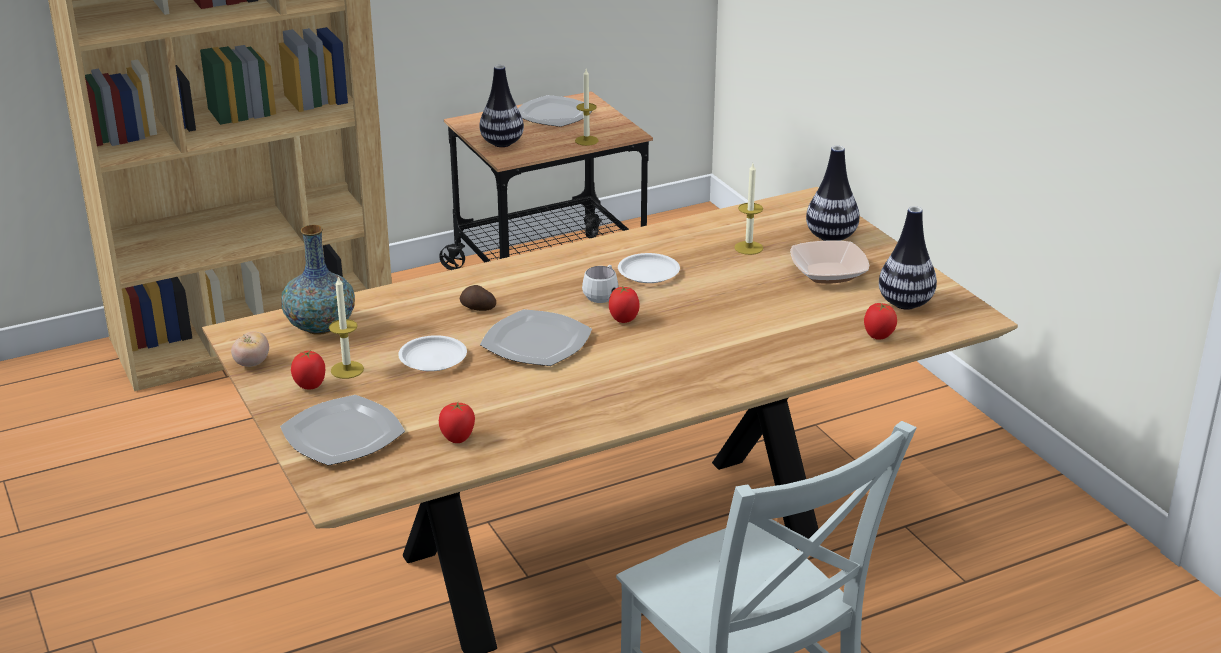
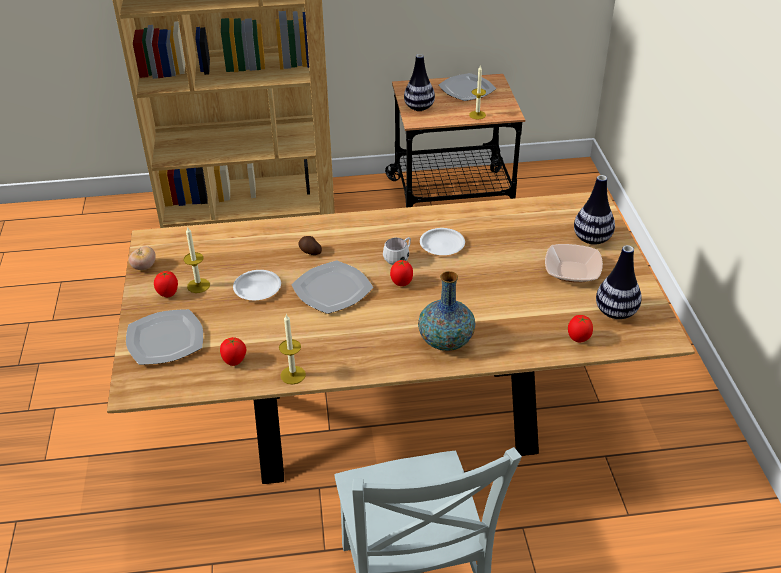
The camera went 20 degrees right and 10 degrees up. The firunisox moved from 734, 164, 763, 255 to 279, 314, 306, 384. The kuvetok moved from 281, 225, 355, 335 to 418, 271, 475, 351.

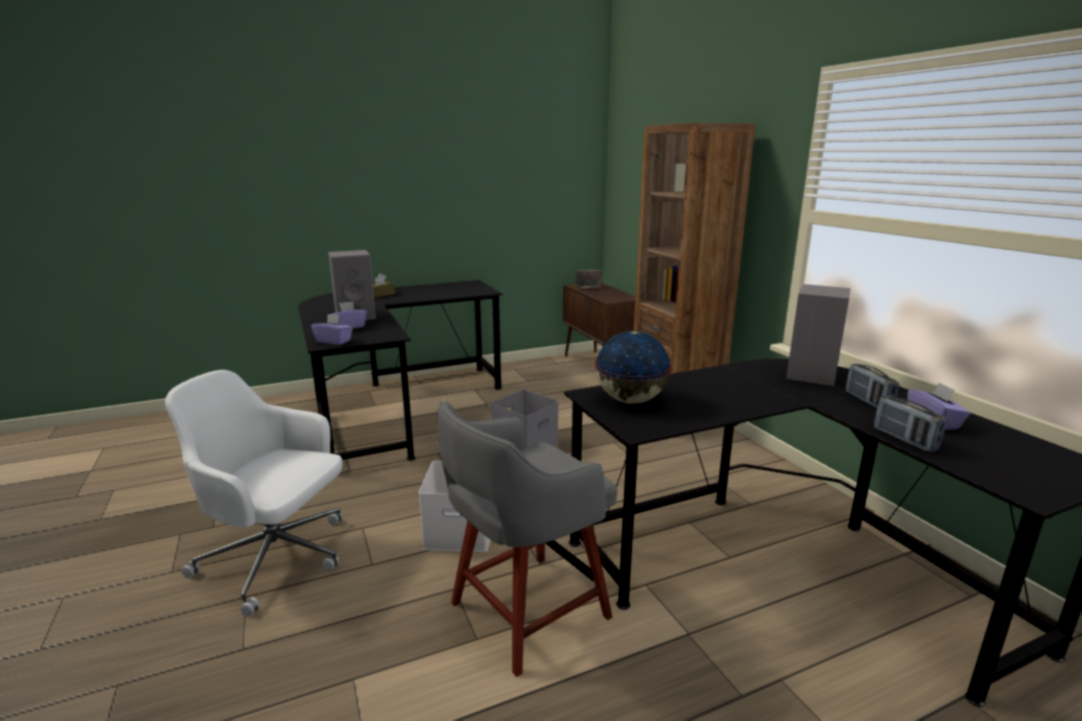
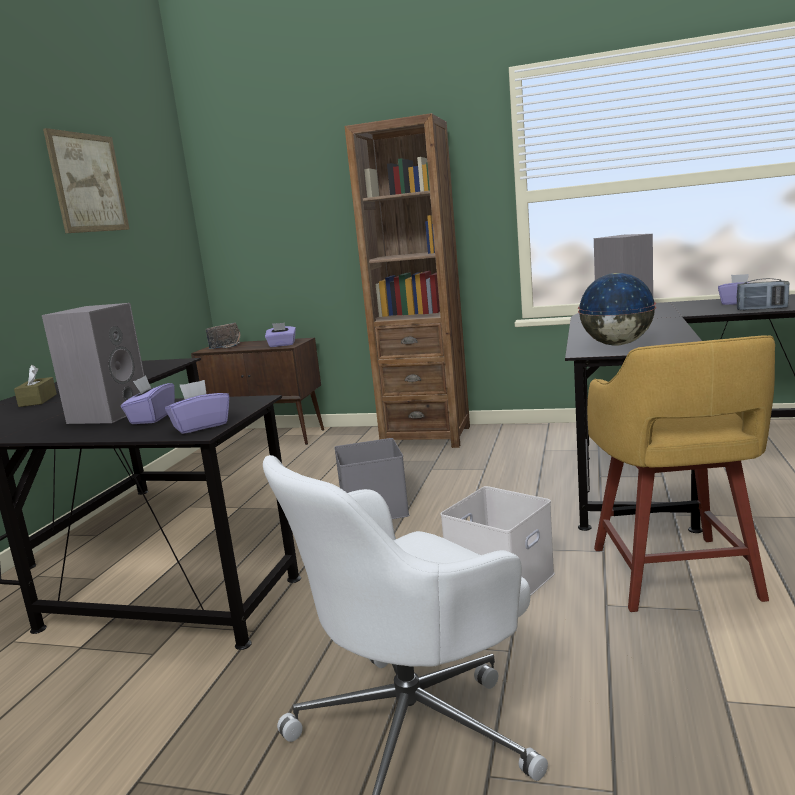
The camera went 50 degrees left and 5 degrees down. The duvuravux at 43, 128, 129, 233 appeared. The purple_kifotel at 265, 323, 296, 347 appeared. The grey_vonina at 437, 401, 617, 677 became the yellow_vonina at 587, 335, 775, 612. The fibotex at 846, 364, 899, 408 disappeared.

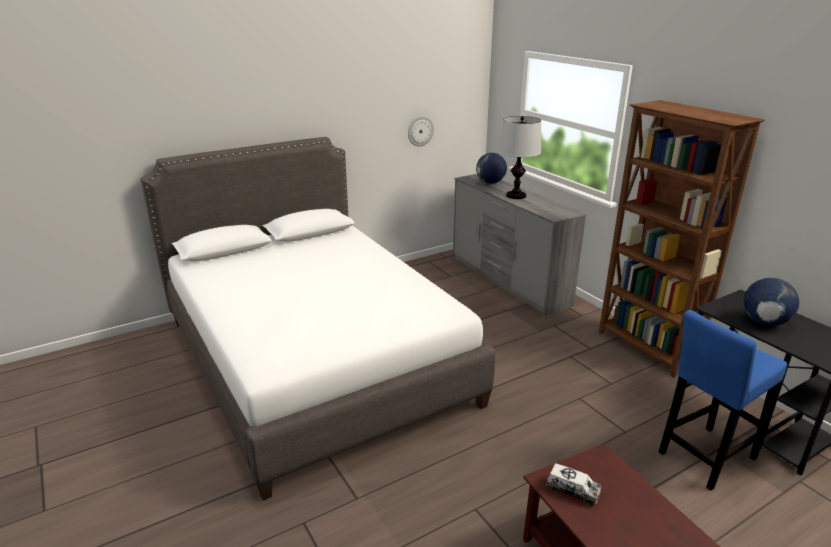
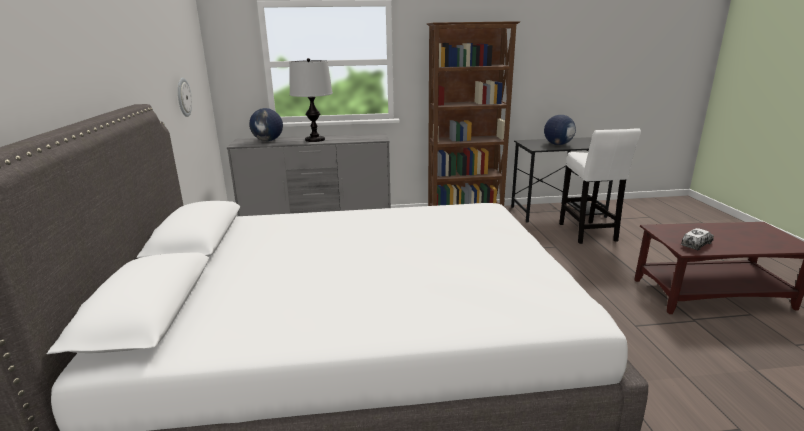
The camera went 65 degrees left and 5 degrees down. The blue_vonina at 659, 310, 787, 490 became the white_vonina at 559, 128, 641, 244.

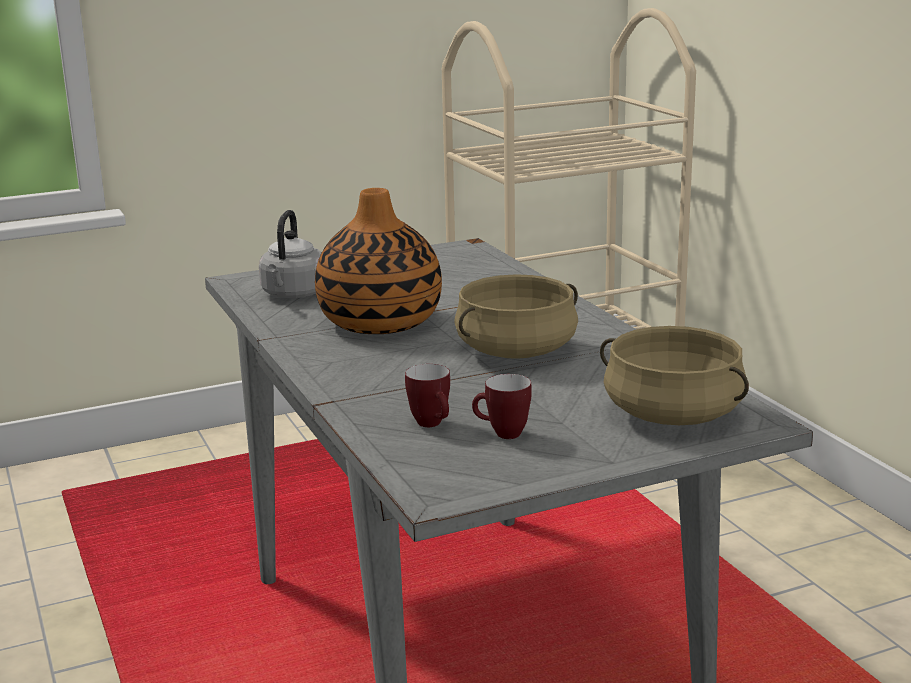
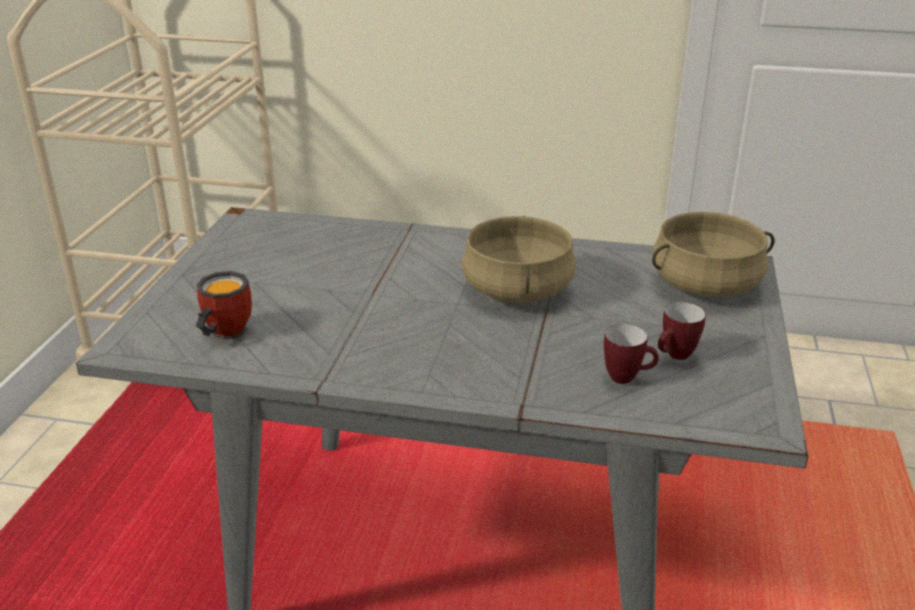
The camera went 55 degrees left and 10 degrees up. The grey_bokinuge at 259, 210, 322, 298 was replaced by the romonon at 196, 271, 252, 340. The kuvetok at 315, 188, 442, 334 disappeared.

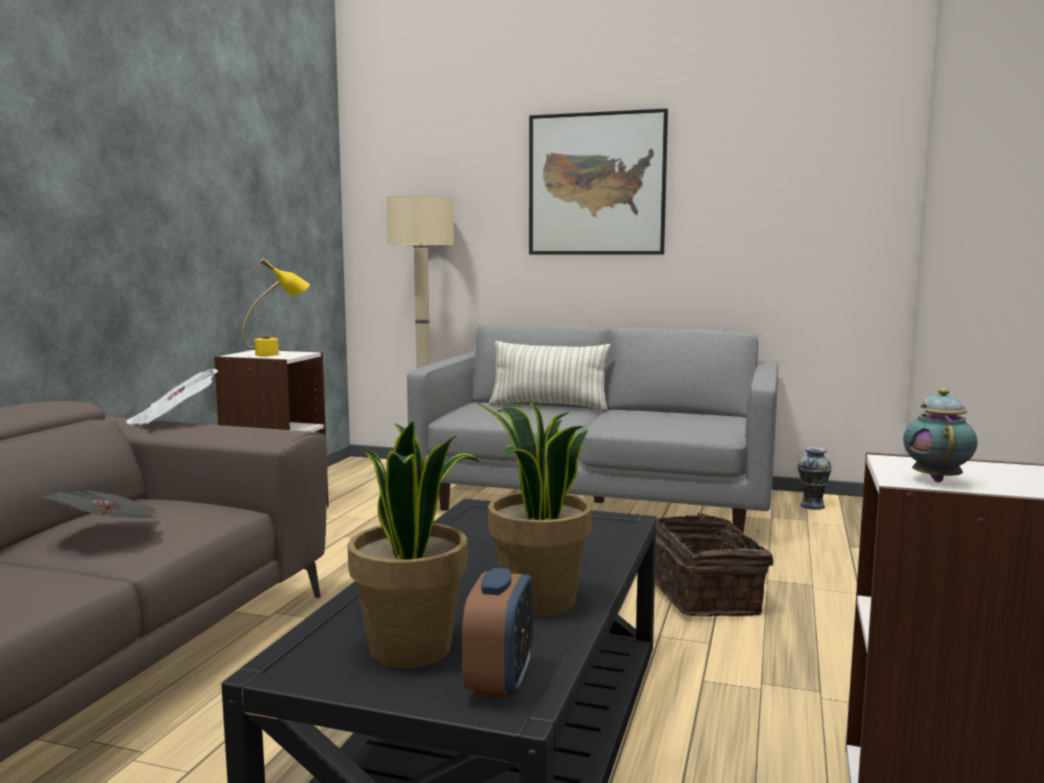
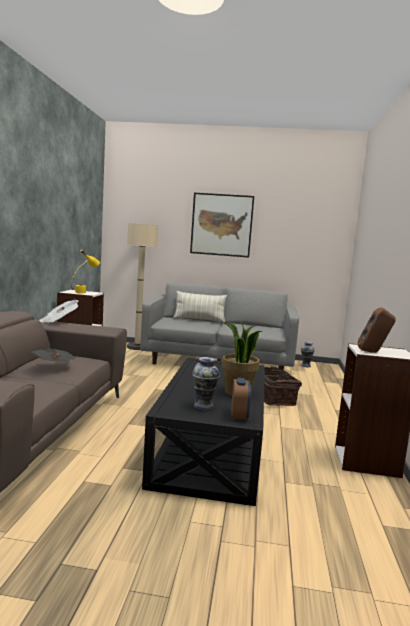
The camera went 10 degrees left and 0 degrees up. The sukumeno at 348, 421, 480, 668 was replaced by the kuvetok at 192, 357, 220, 410. The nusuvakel at 903, 388, 977, 482 was replaced by the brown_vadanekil at 358, 307, 396, 353.

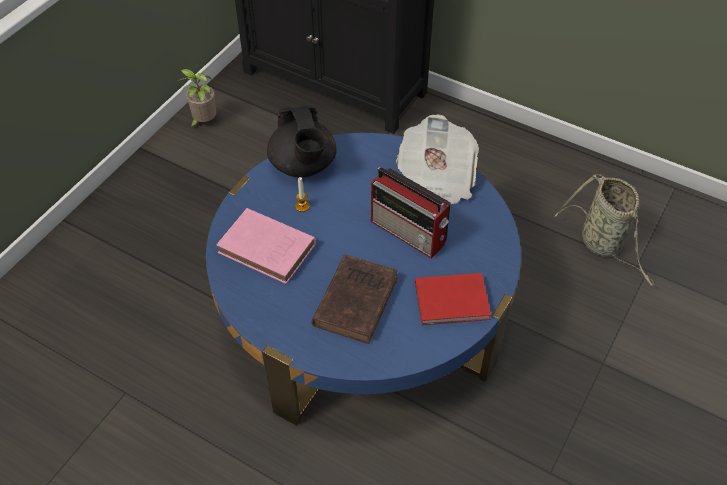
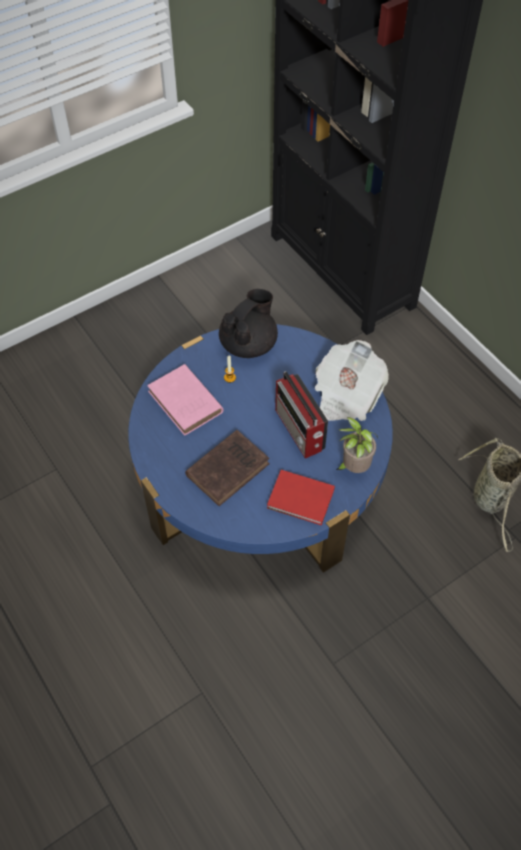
The camera went 25 degrees right and 5 degrees up. The black_nusuvakel at 267, 105, 337, 177 turned 150 degrees counterclockwise. The sukumeno moved from 177, 69, 216, 128 to 336, 417, 378, 473.

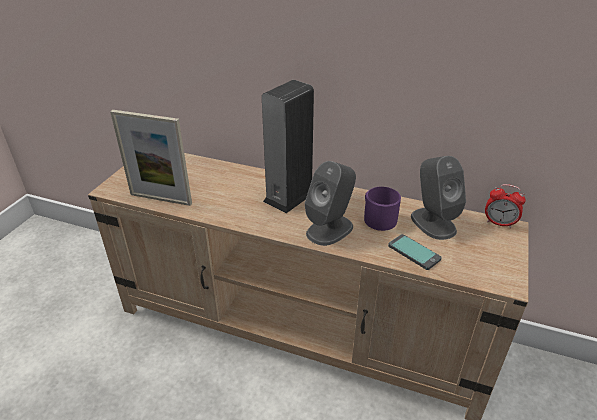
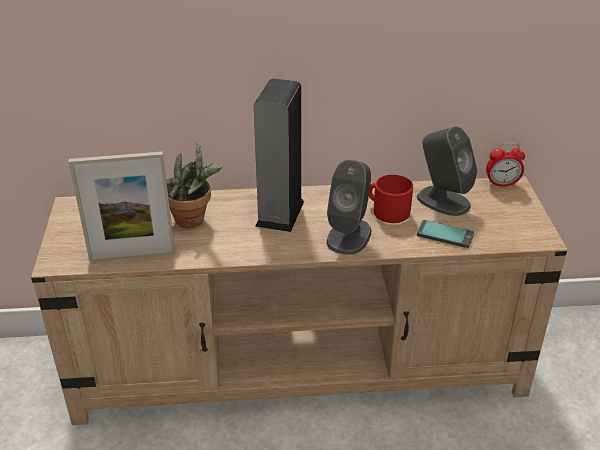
The camera went 25 degrees left and 0 degrees up. The sukumeno at 166, 143, 222, 228 appeared. The purple_romonon at 364, 187, 401, 231 became the red_romonon at 369, 175, 413, 223.

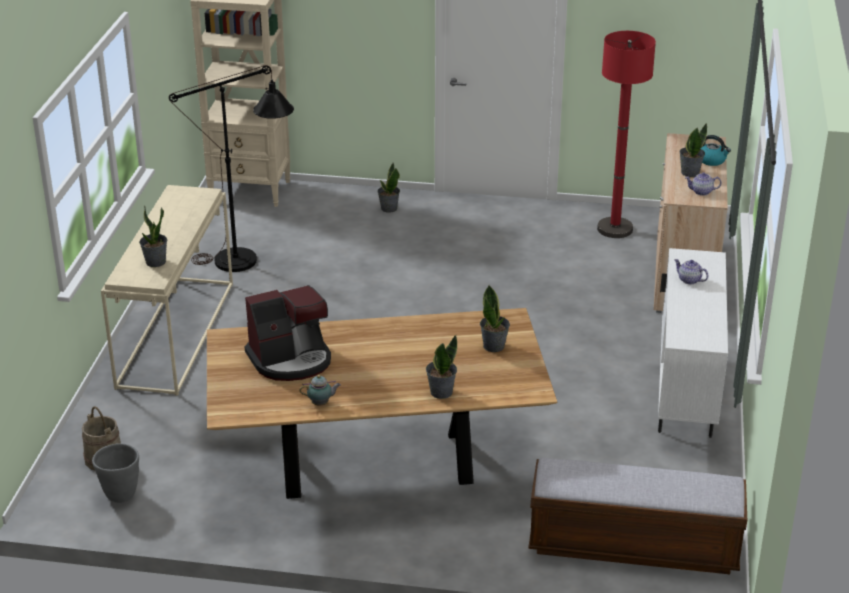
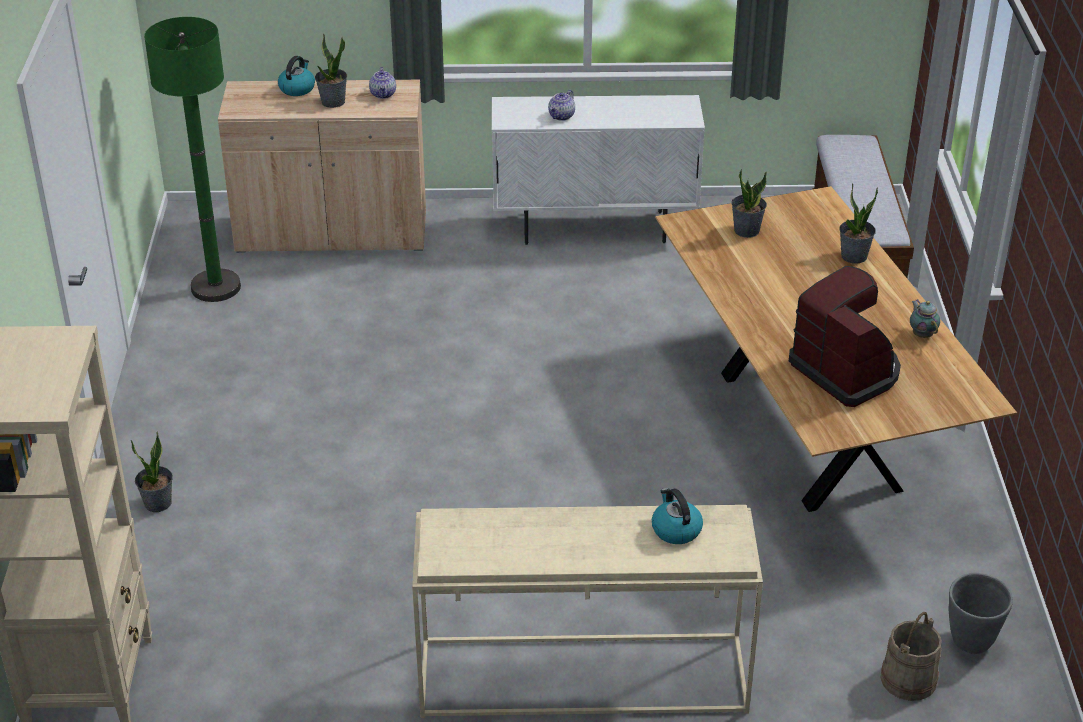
The camera went 100 degrees left and 5 degrees up. The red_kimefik at 597, 31, 656, 238 became the green_kimefik at 144, 17, 241, 302. The sukumeno at 139, 206, 167, 267 was replaced by the bokinuge at 652, 488, 703, 544. The black_kimefik at 169, 65, 294, 272 disappeared.

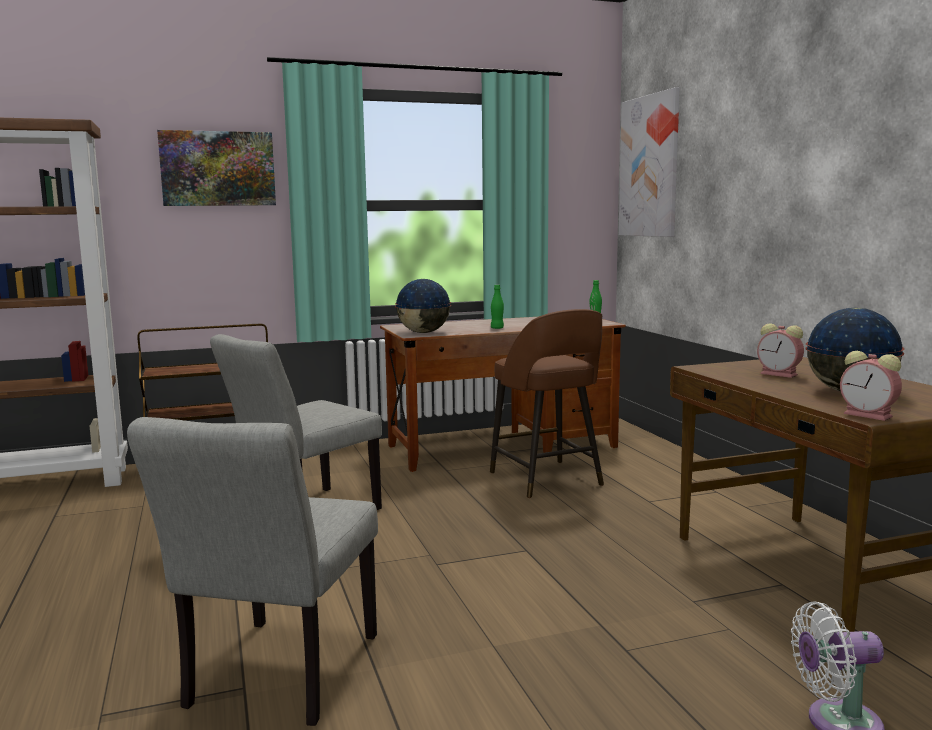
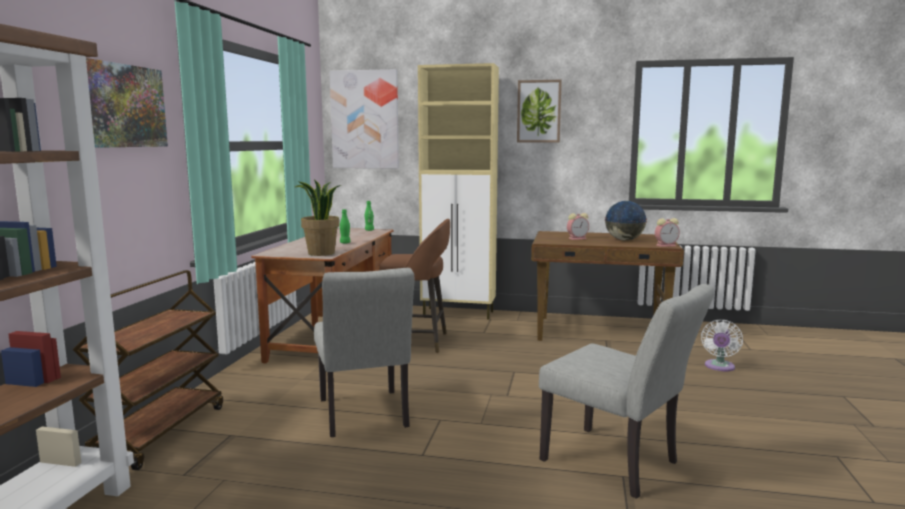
The camera went 60 degrees left and 0 degrees up. The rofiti at 395, 279, 451, 333 was replaced by the sukumeno at 295, 179, 341, 256. The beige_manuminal at 418, 63, 499, 319 appeared. The duvuravux at 517, 80, 562, 143 appeared.

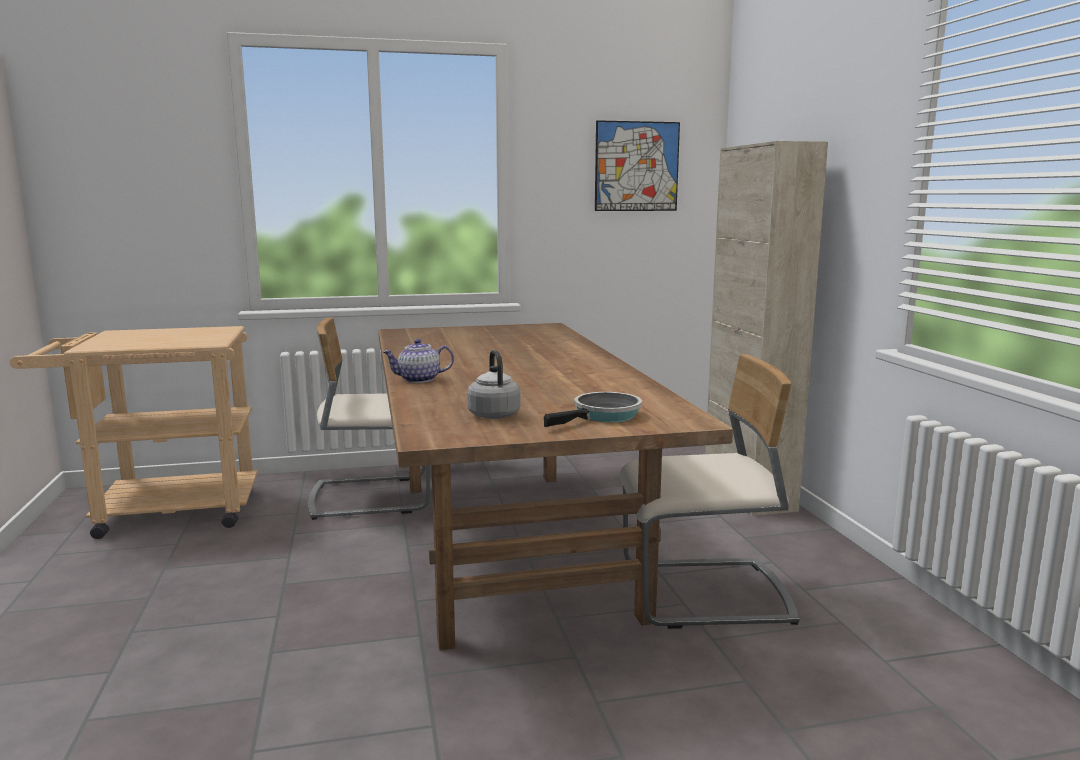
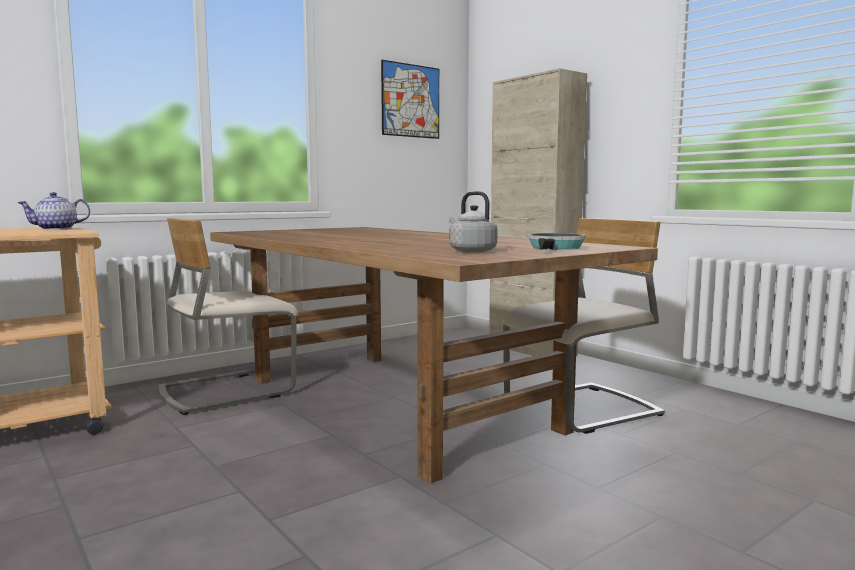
The camera went 25 degrees left and 5 degrees down. The nusuvakel moved from 383, 339, 454, 383 to 17, 192, 90, 230.

